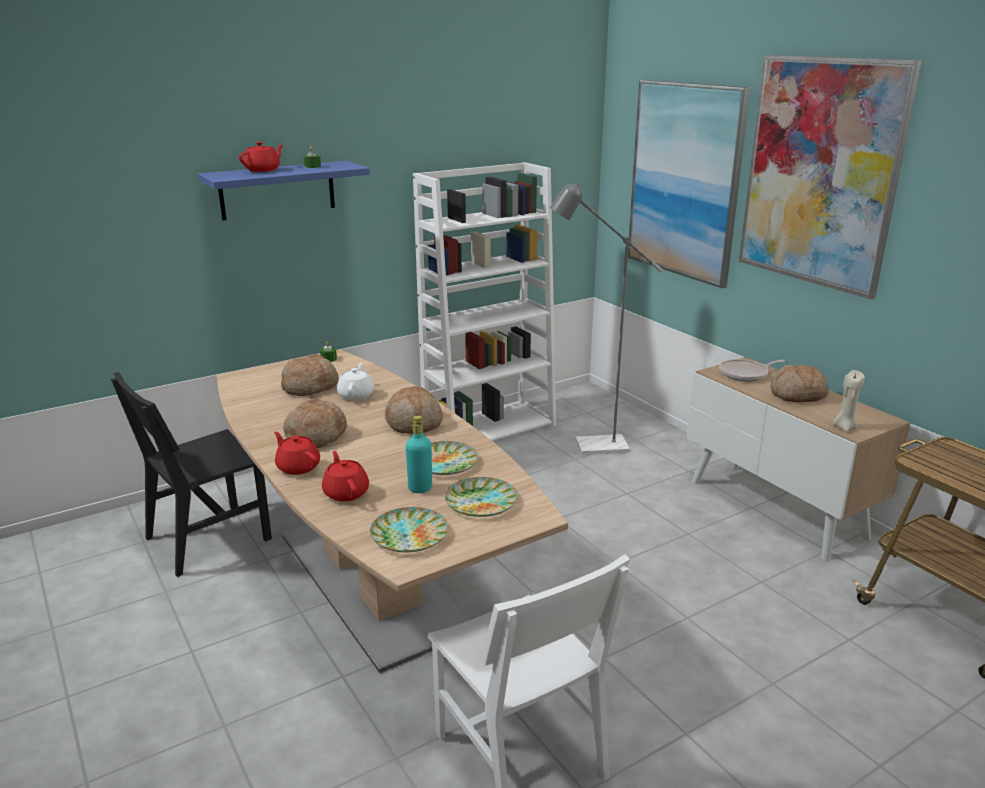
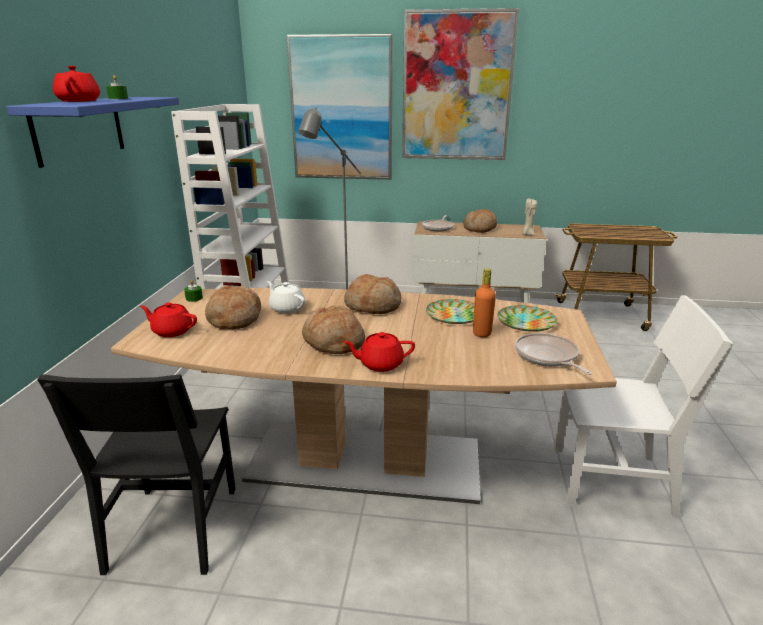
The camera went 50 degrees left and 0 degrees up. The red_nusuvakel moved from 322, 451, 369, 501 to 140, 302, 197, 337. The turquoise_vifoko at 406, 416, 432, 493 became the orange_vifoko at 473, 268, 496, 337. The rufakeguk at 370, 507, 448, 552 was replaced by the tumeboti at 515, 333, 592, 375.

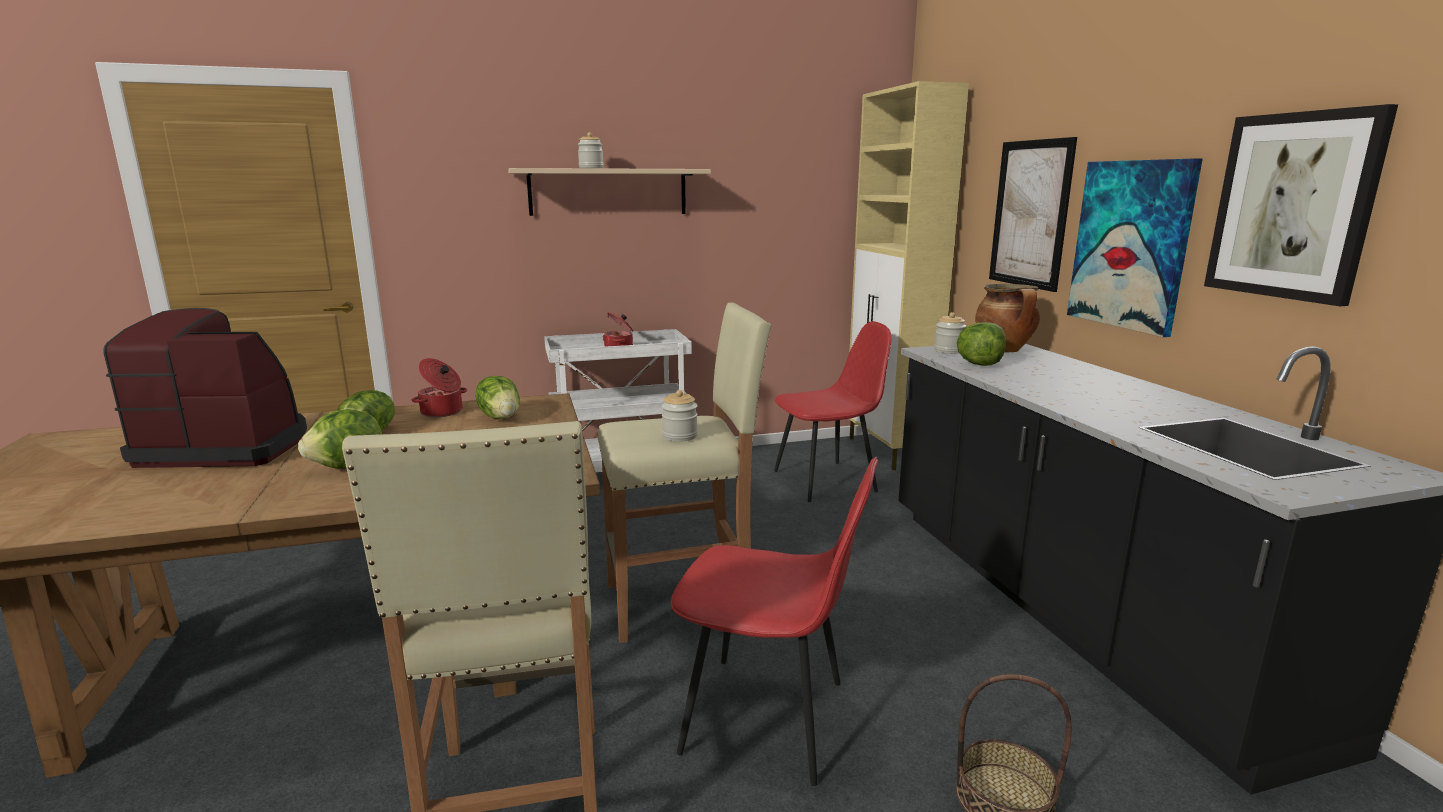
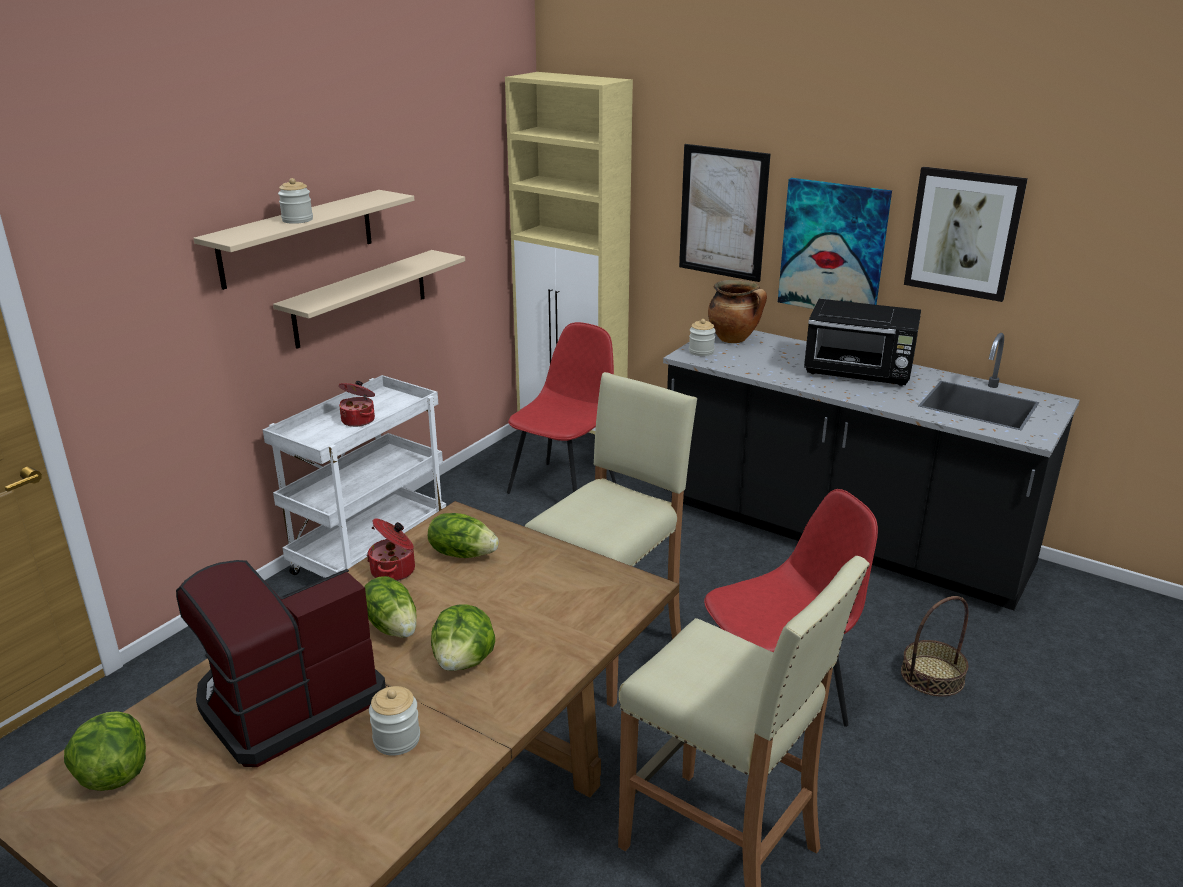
The camera went 40 degrees left and 10 degrees up. The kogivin moved from 957, 322, 1006, 366 to 64, 711, 146, 791. The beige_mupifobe at 273, 250, 465, 348 appeared. The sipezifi moved from 662, 390, 698, 442 to 369, 686, 420, 756. The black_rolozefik at 804, 299, 921, 386 appeared.

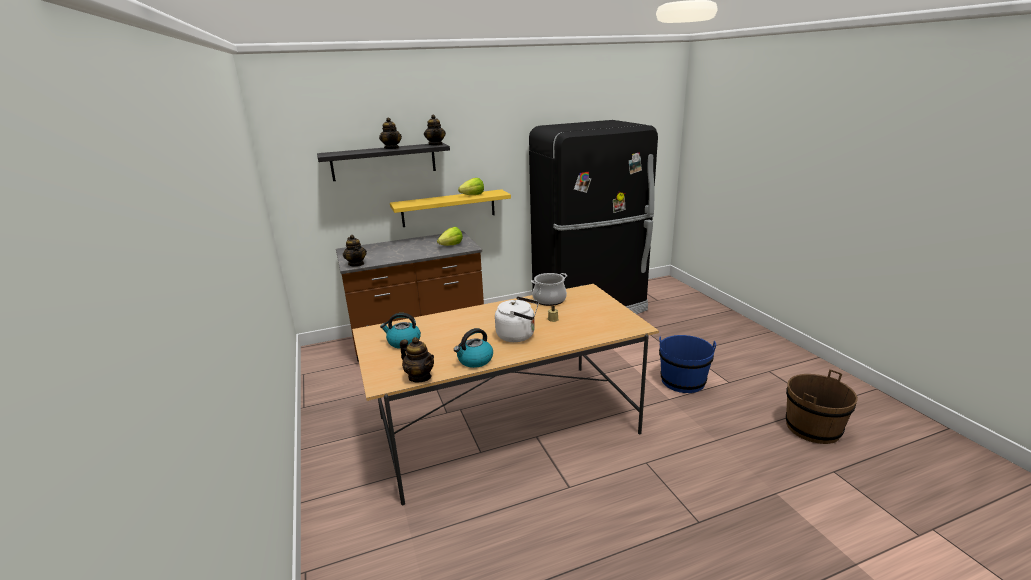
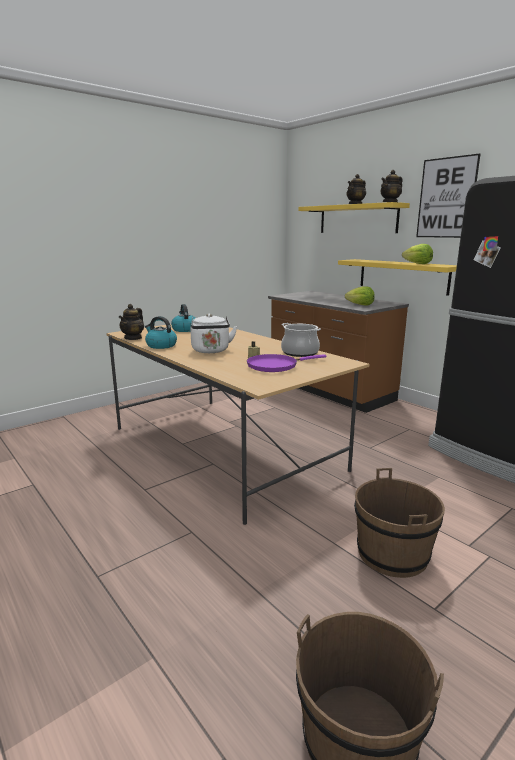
The camera went 70 degrees right and 5 degrees down. The purple_tumeboti at 247, 354, 327, 372 appeared. The black_mupifobe at 317, 143, 450, 181 became the yellow_mupifobe at 298, 202, 410, 233. The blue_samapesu at 659, 335, 716, 393 became the brown_samapesu at 354, 468, 445, 578. The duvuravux at 416, 153, 481, 238 appeared. The nusuvakel at 343, 235, 367, 267 disappeared.

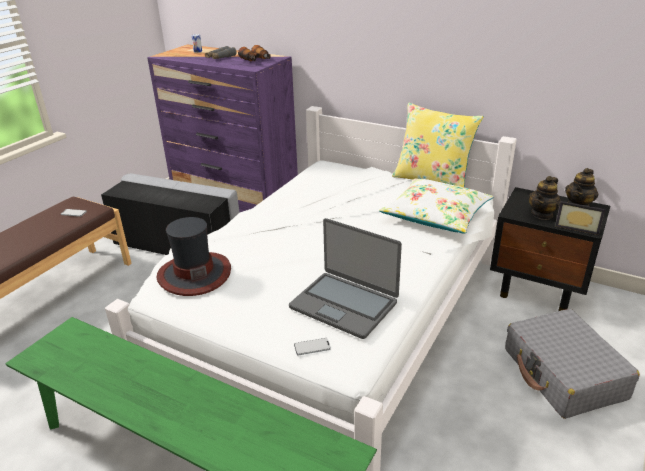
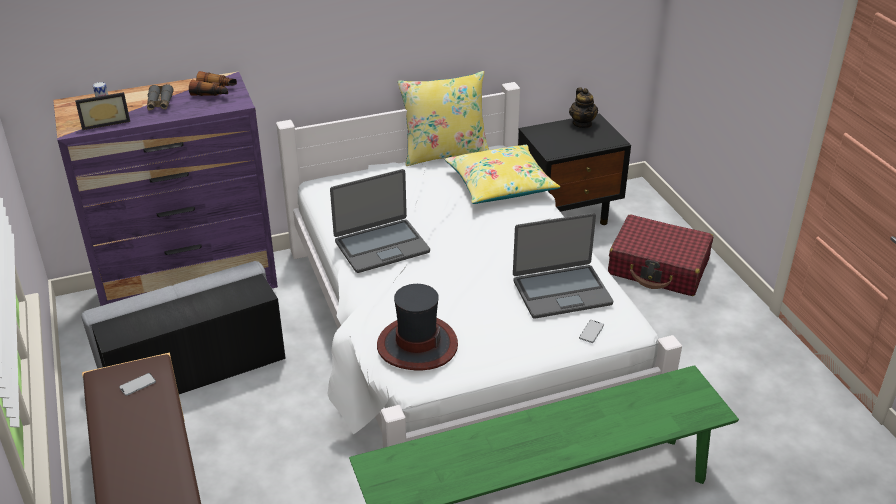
The camera went 50 degrees left and 5 degrees up. The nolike moved from 555, 201, 606, 235 to 75, 92, 130, 130. The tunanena at 330, 169, 430, 273 appeared. The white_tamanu at 379, 178, 493, 234 became the yellow_tamanu at 445, 145, 560, 204. The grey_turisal at 505, 309, 640, 419 became the red_turisal at 608, 214, 713, 296. The nusuvakel at 528, 176, 561, 220 disappeared.

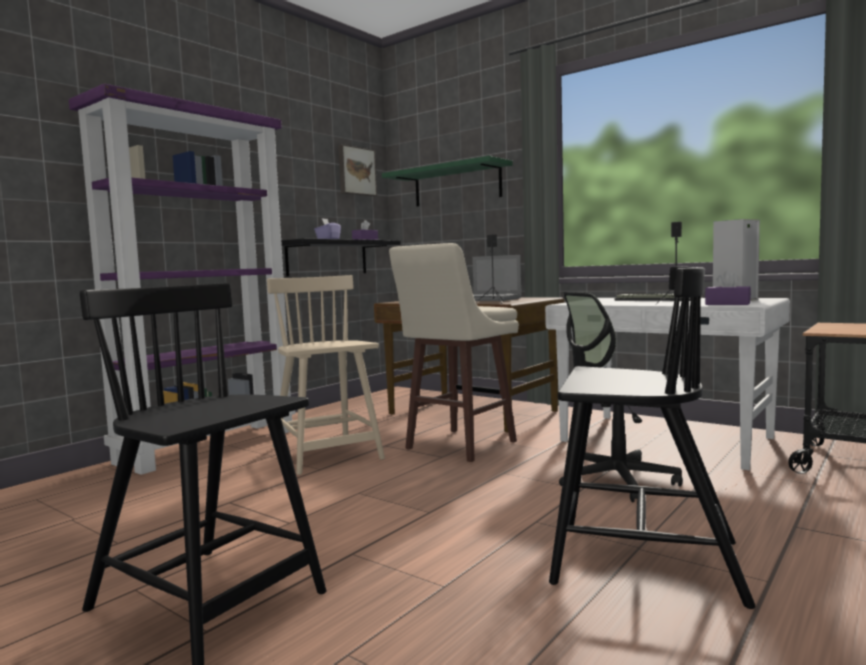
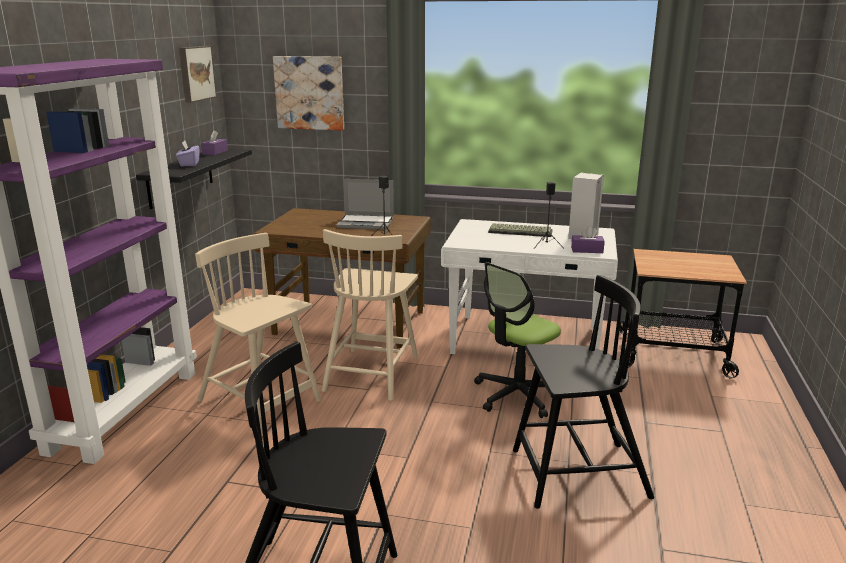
The camera went 25 degrees left and 15 degrees up. The green_mupifobe at 382, 156, 513, 207 was replaced by the duvuravux at 273, 56, 344, 131. The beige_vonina at 389, 243, 519, 462 was replaced by the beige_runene at 321, 229, 418, 401.

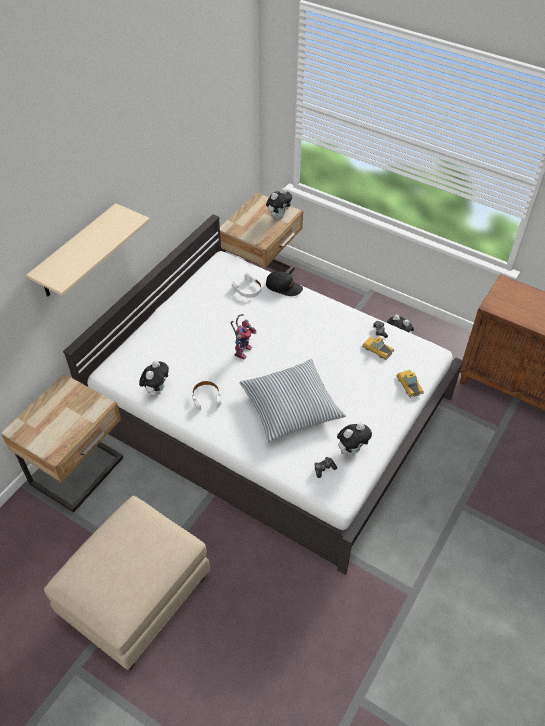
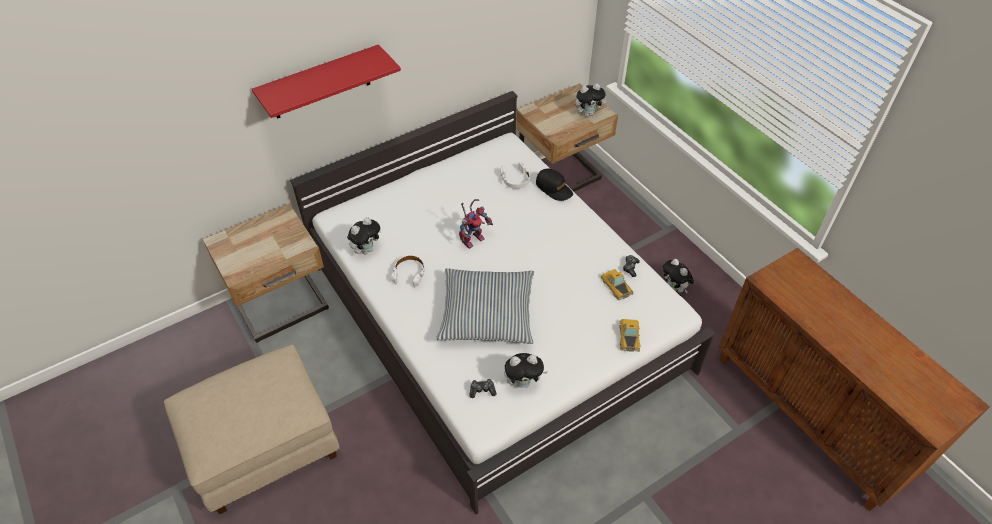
The camera went 25 degrees right and 0 degrees up. The beige_mupifobe at 26, 203, 150, 296 became the red_mupifobe at 252, 44, 401, 119.

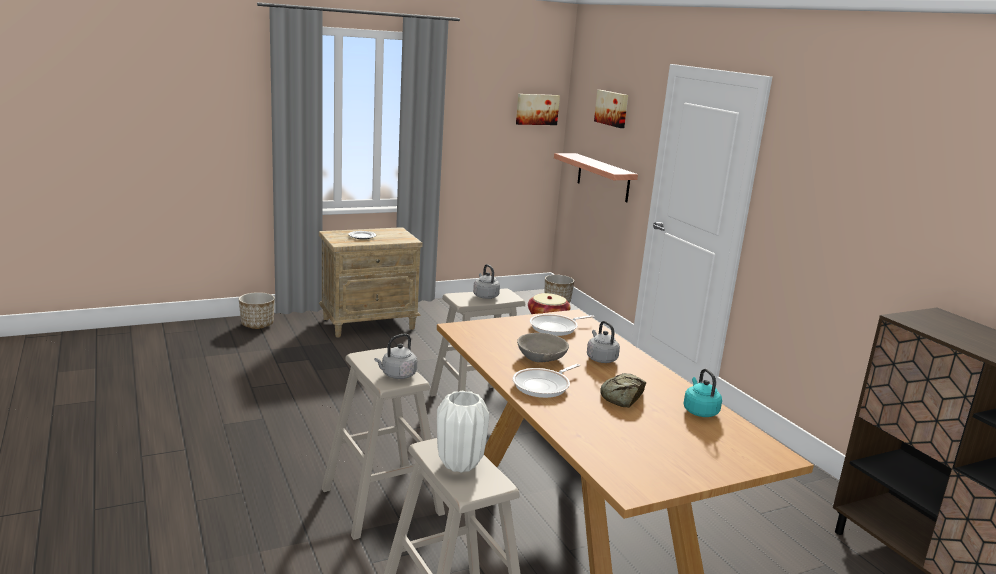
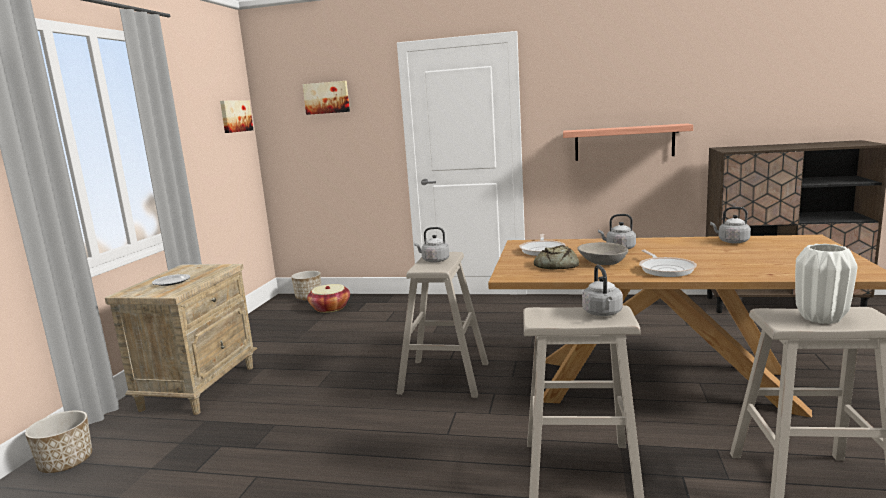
The camera went 50 degrees left and 5 degrees down. The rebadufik moved from 600, 373, 646, 408 to 534, 245, 579, 269. The mupifobe moved from 554, 153, 638, 203 to 563, 123, 693, 161. The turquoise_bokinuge at 684, 369, 722, 417 became the grey_bokinuge at 710, 207, 751, 243.

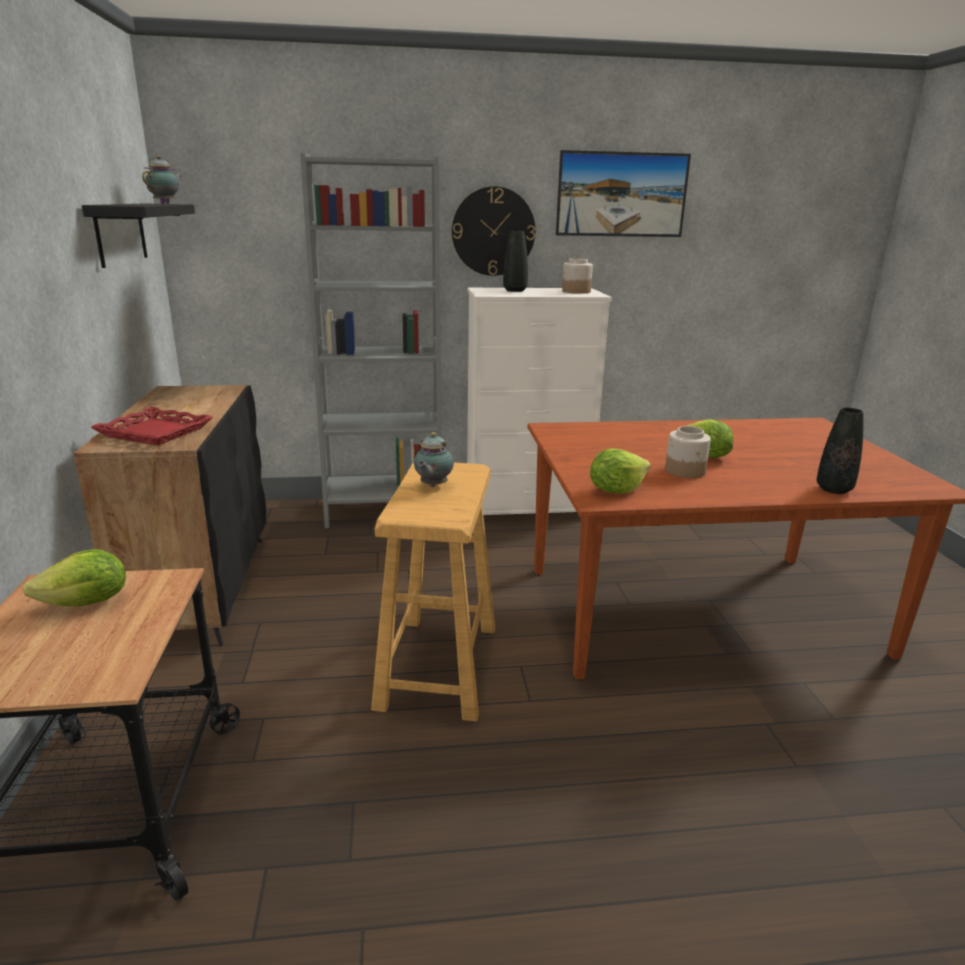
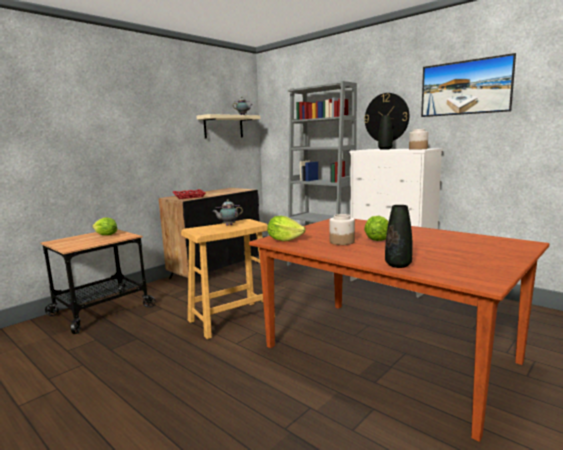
The camera went 50 degrees right and 10 degrees down. The black_mupifobe at 82, 204, 195, 268 became the beige_mupifobe at 197, 114, 261, 138.

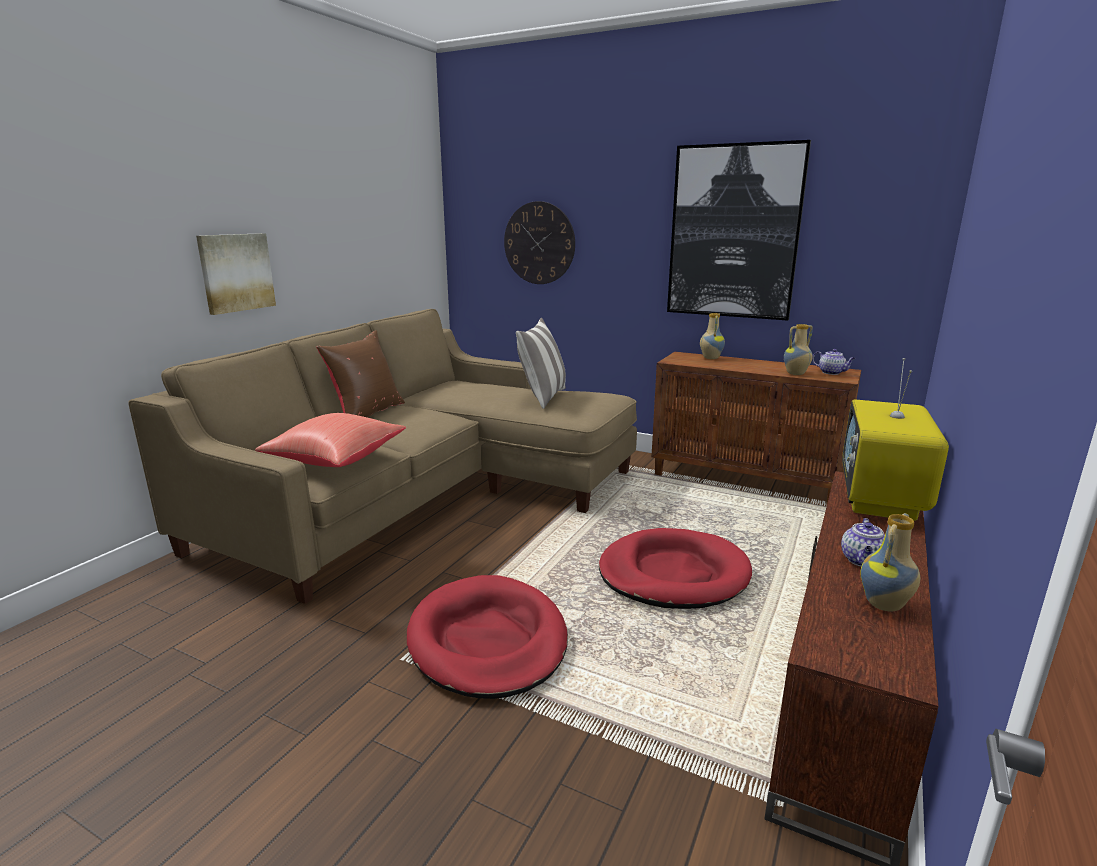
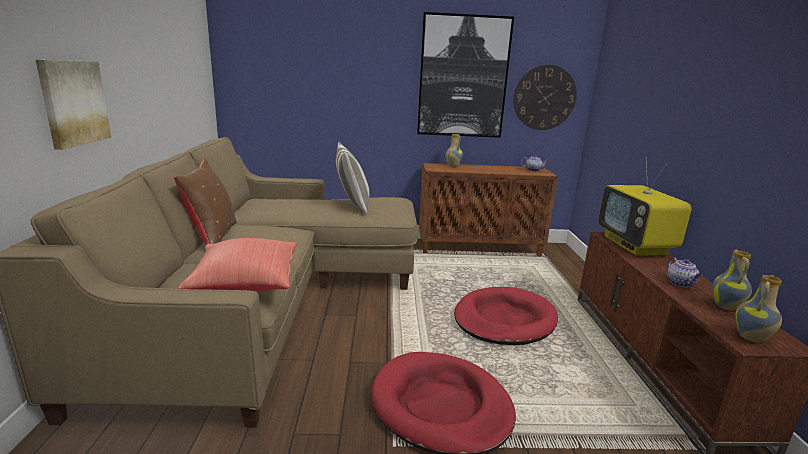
The camera went 30 degrees left and 0 degrees up. The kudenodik moved from 504, 201, 575, 284 to 513, 65, 577, 130. The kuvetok moved from 784, 324, 813, 375 to 735, 275, 782, 343.

